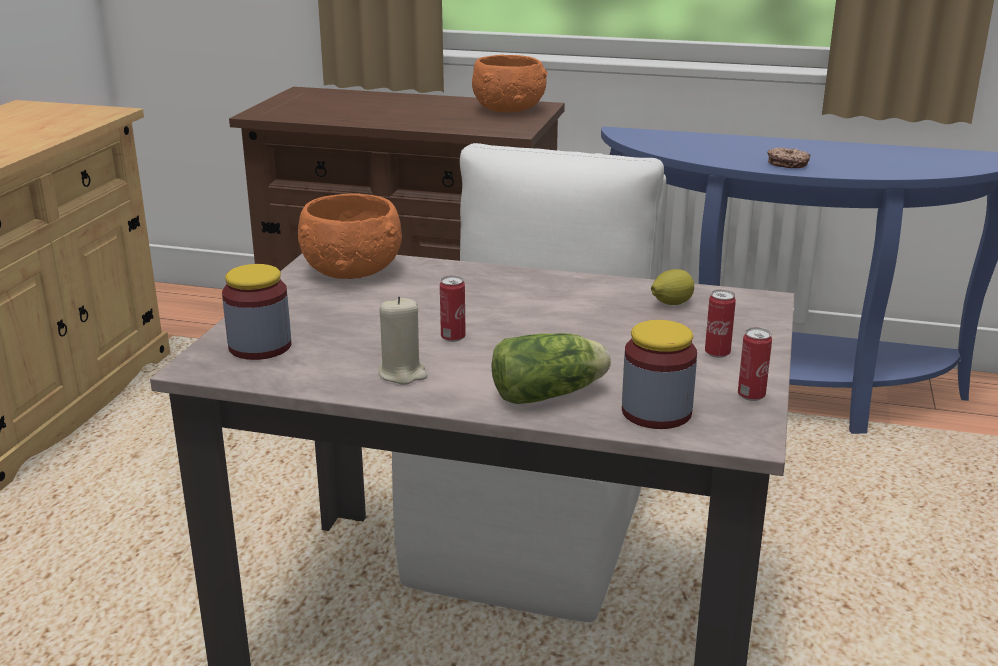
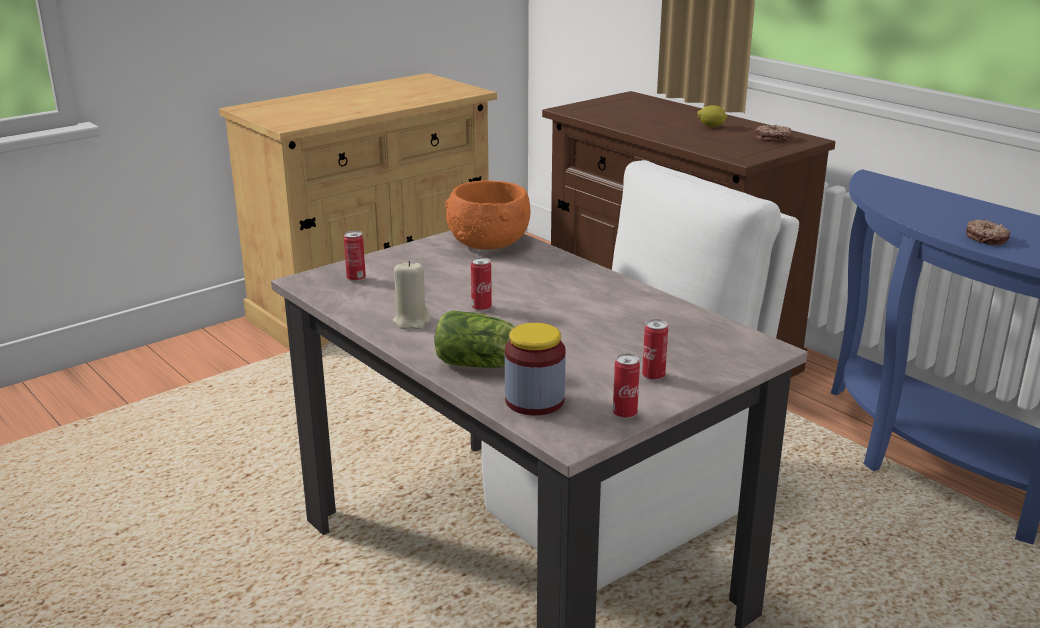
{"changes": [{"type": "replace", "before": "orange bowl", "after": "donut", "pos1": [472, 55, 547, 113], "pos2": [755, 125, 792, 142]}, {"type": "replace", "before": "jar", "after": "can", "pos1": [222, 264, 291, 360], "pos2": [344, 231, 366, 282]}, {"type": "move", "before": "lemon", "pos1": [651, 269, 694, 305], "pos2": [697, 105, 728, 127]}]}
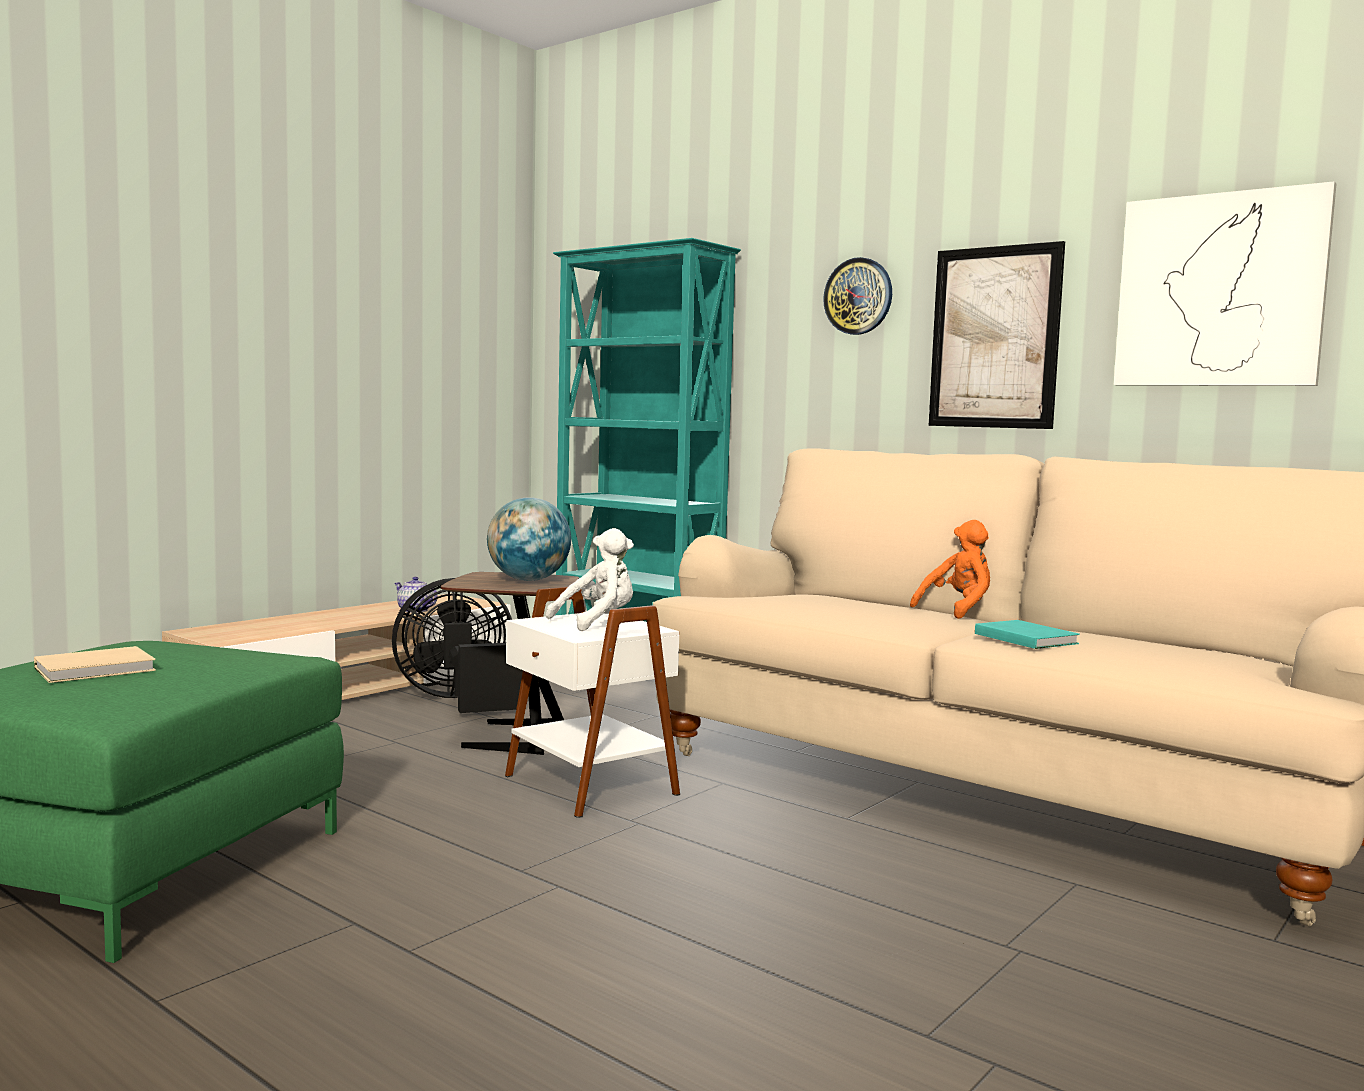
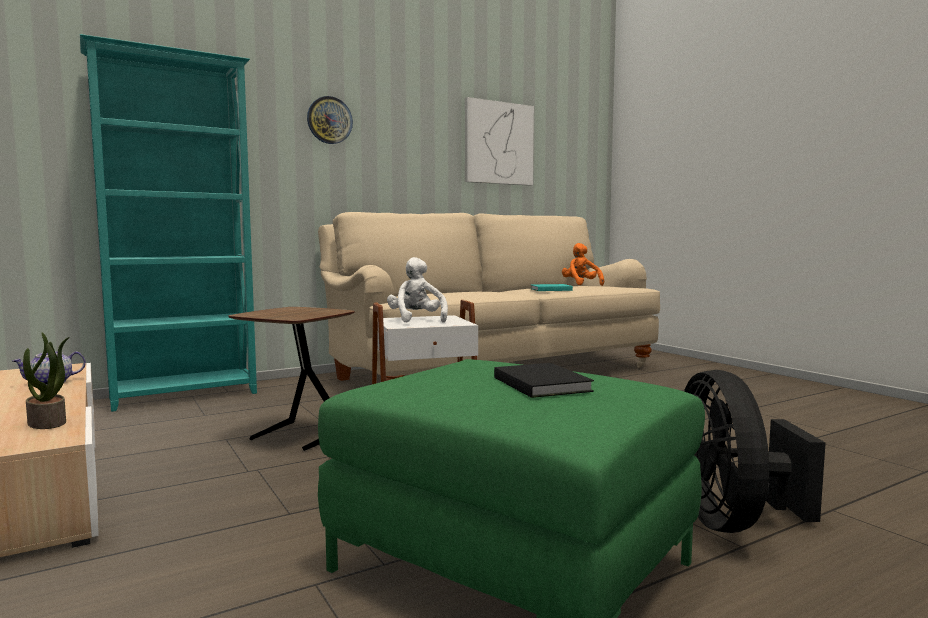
{"changes": [{"type": "delete", "before": "picture", "pos1": [929, 241, 1065, 429]}, {"type": "delete", "before": "globe", "pos1": [487, 497, 571, 581]}, {"type": "move", "before": "orange plush toy", "pos1": [910, 520, 990, 619], "pos2": [562, 243, 604, 286]}, {"type": "move", "before": "black fan", "pos1": [392, 578, 523, 713], "pos2": [684, 370, 826, 533]}, {"type": "recolor", "before": "beige book", "after": "black book", "pos1": [34, 646, 156, 683], "pos2": [494, 363, 594, 398]}, {"type": "insert", "after": "potted plant", "pos2": [23, 333, 70, 429]}]}
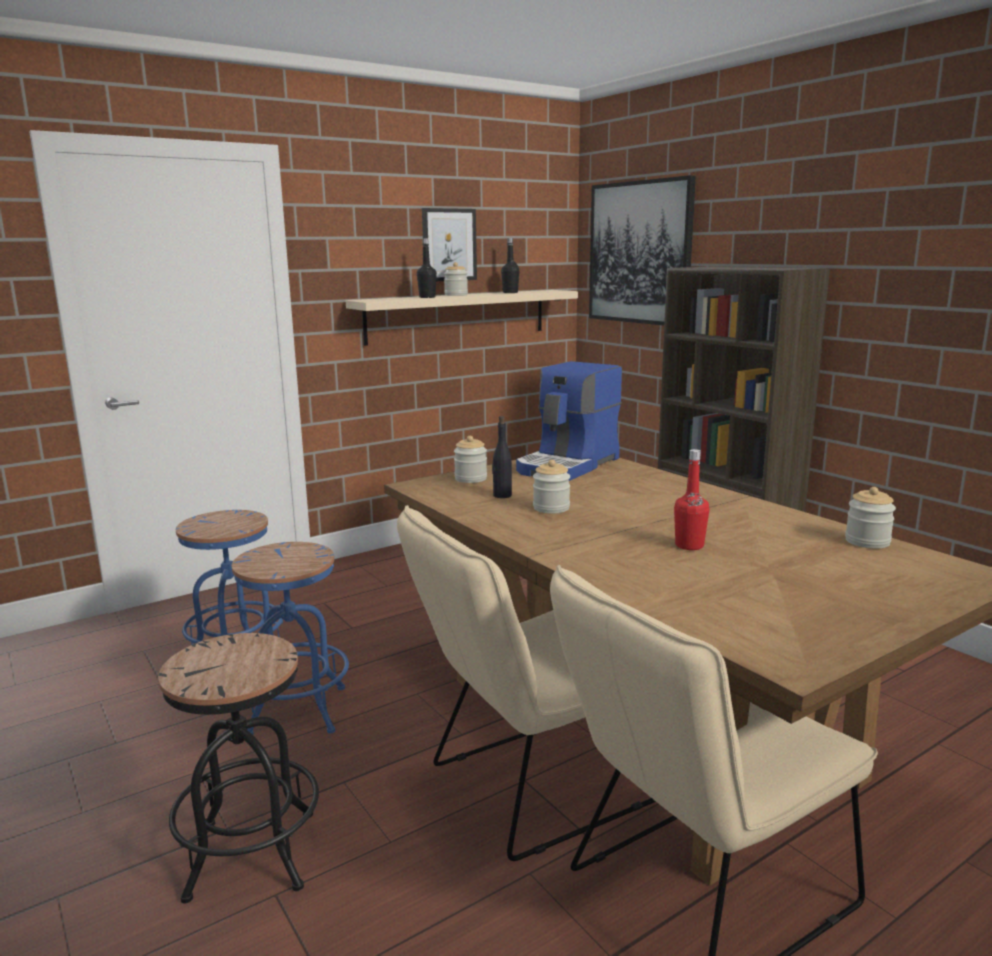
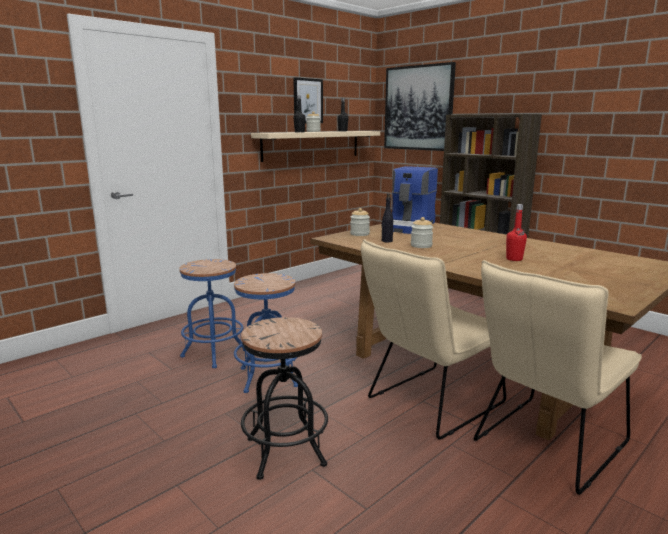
{"changes": [{"type": "delete", "before": "jar", "pos1": [845, 487, 896, 549]}]}
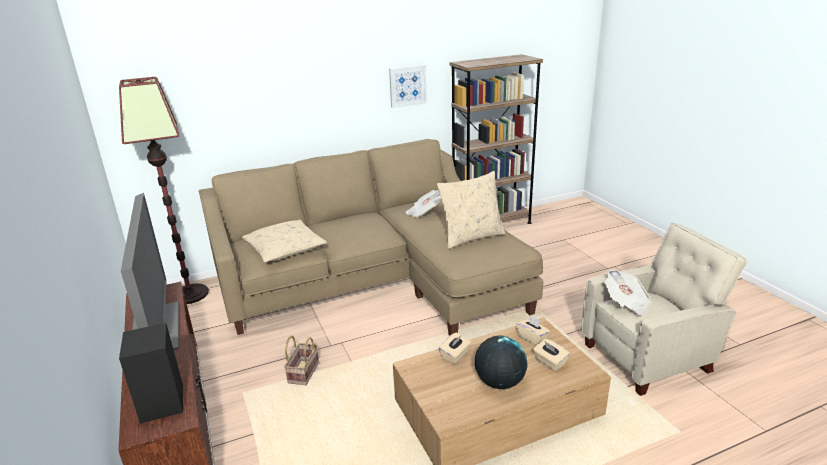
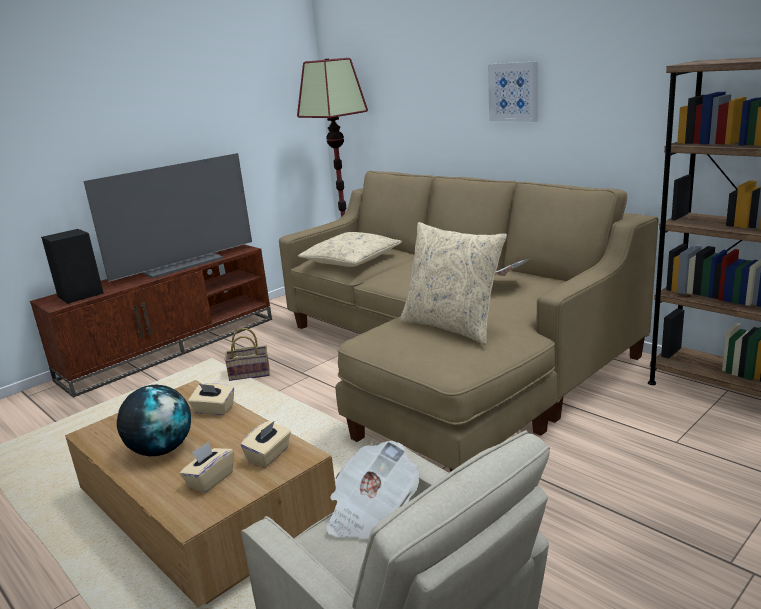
{"changes": [{"type": "move", "before": "picture", "pos1": [389, 65, 427, 108], "pos2": [488, 61, 538, 122]}]}
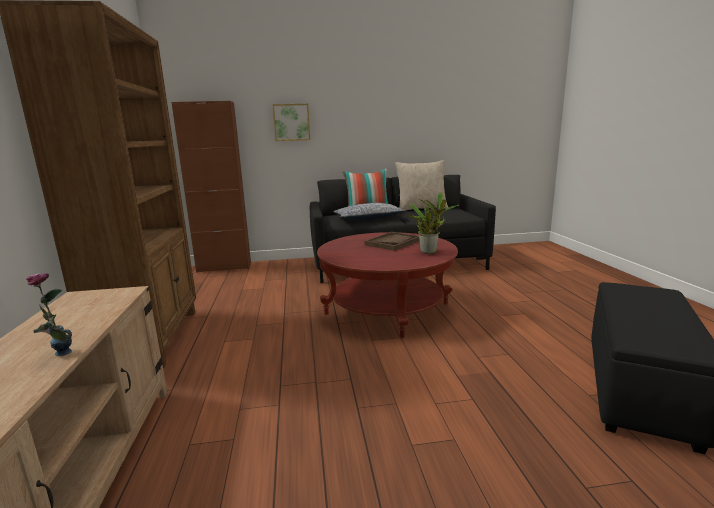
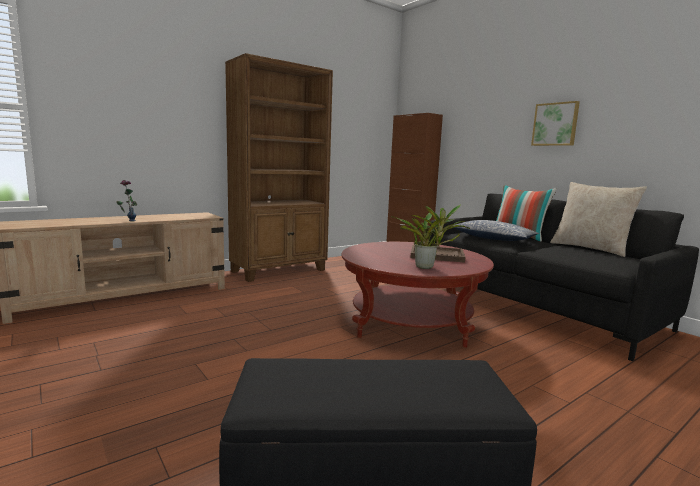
{"changes": [{"type": "move", "before": "picture", "pos1": [272, 104, 310, 141], "pos2": [531, 101, 580, 146]}]}
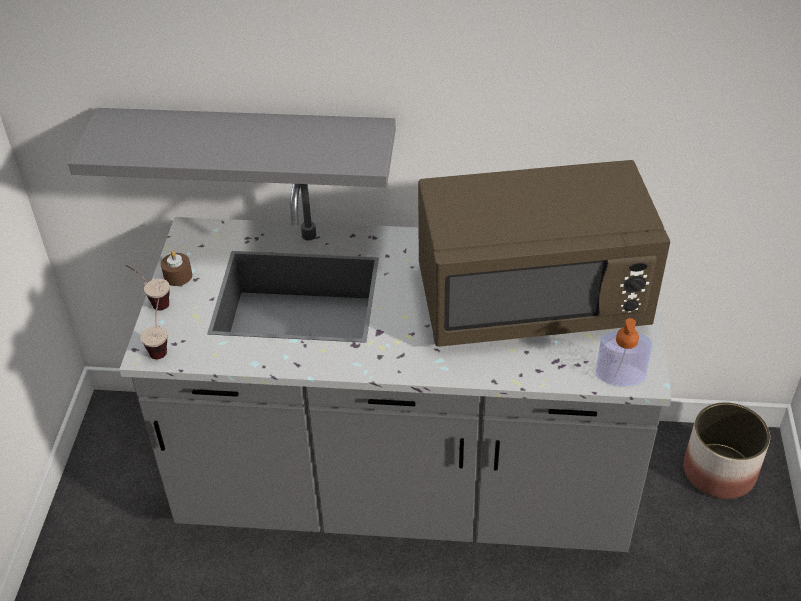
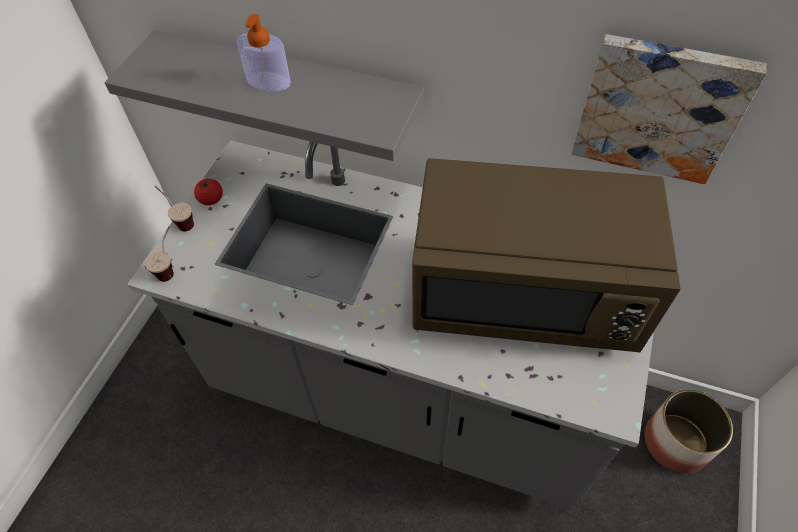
{"changes": [{"type": "replace", "before": "brown candle", "after": "tomato", "pos1": [161, 251, 192, 286], "pos2": [194, 179, 223, 205]}, {"type": "move", "before": "soap dispenser", "pos1": [595, 318, 653, 386], "pos2": [237, 14, 291, 92]}, {"type": "insert", "after": "picture", "pos2": [571, 34, 766, 184]}]}
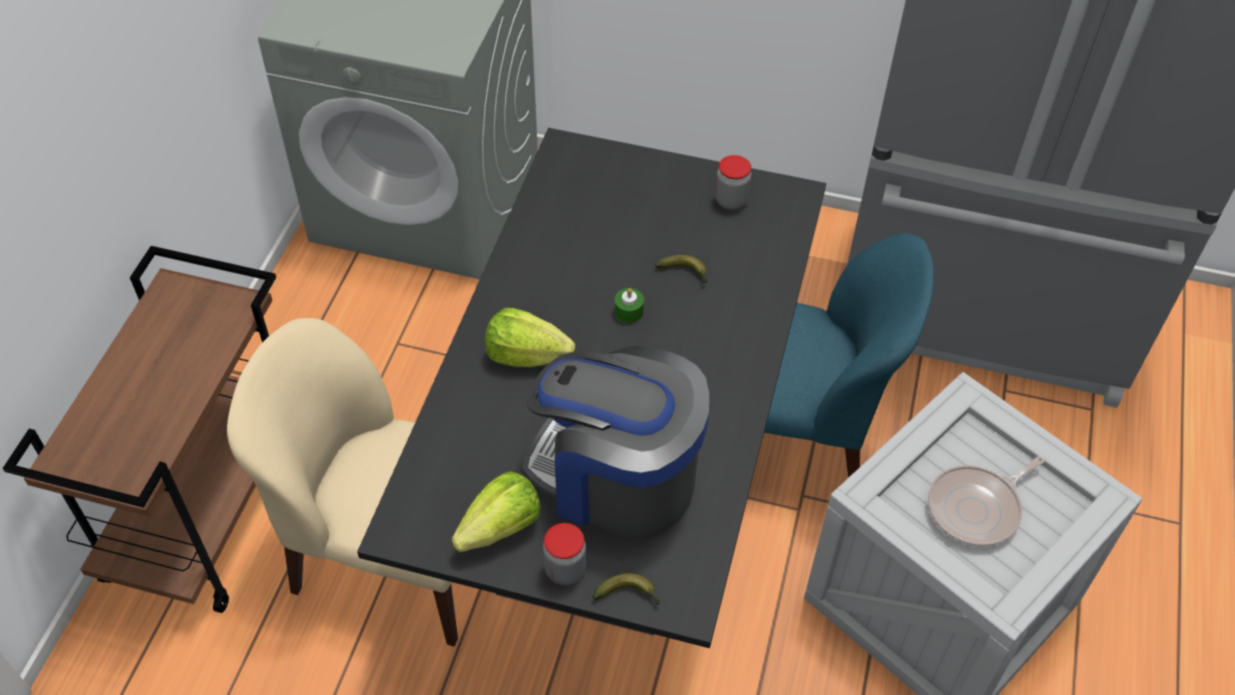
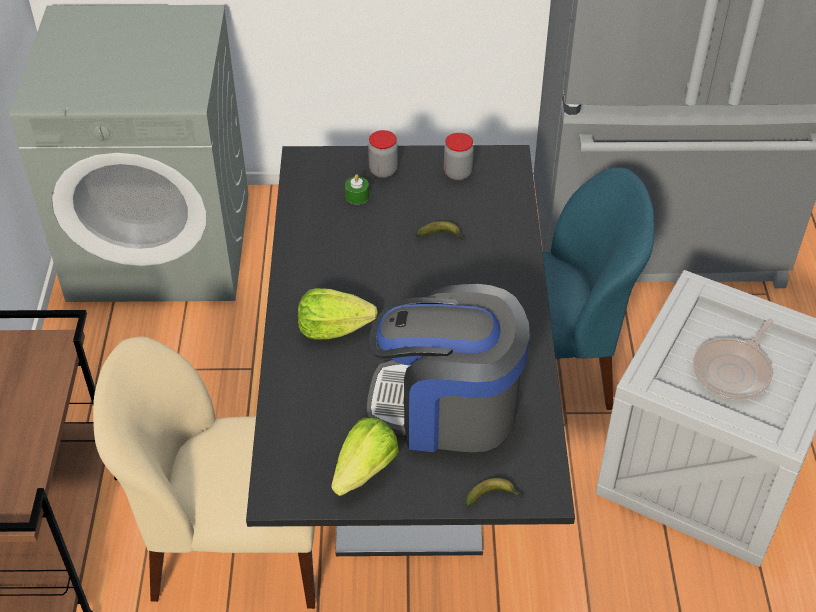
{"changes": [{"type": "move", "before": "green candle", "pos1": [614, 288, 644, 323], "pos2": [345, 174, 369, 204]}, {"type": "move", "before": "jar", "pos1": [543, 523, 586, 585], "pos2": [368, 130, 398, 178]}]}
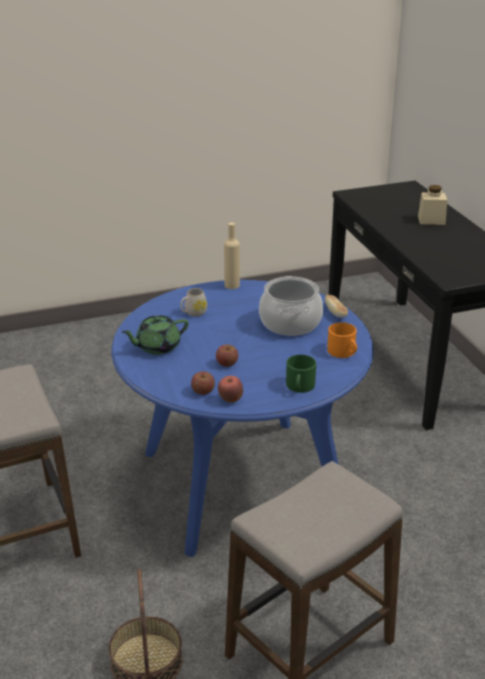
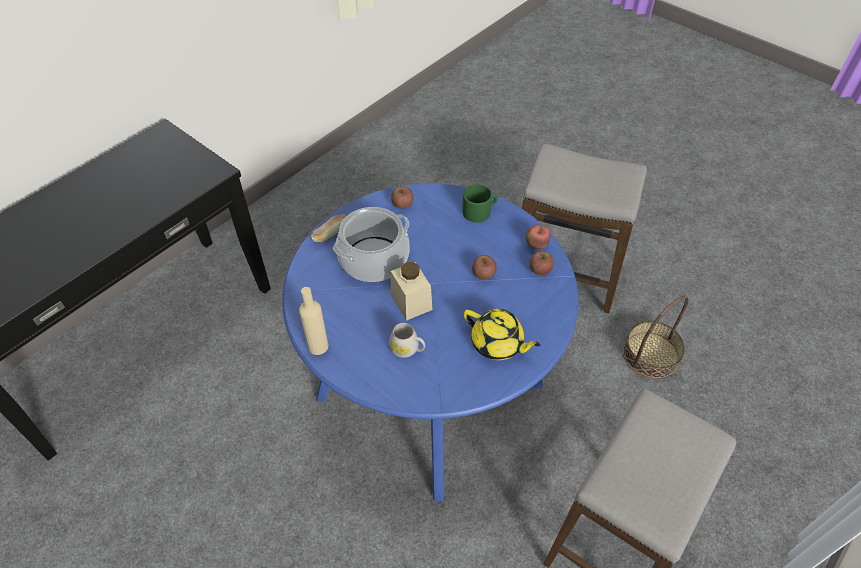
{"changes": [{"type": "move", "before": "beige jar", "pos1": [418, 185, 447, 225], "pos2": [391, 262, 433, 321]}, {"type": "recolor", "before": "green teapot", "after": "yellow teapot", "pos1": [122, 315, 188, 354], "pos2": [464, 309, 540, 360]}, {"type": "replace", "before": "orange mug", "after": "apple", "pos1": [327, 322, 357, 358], "pos2": [391, 186, 414, 209]}]}
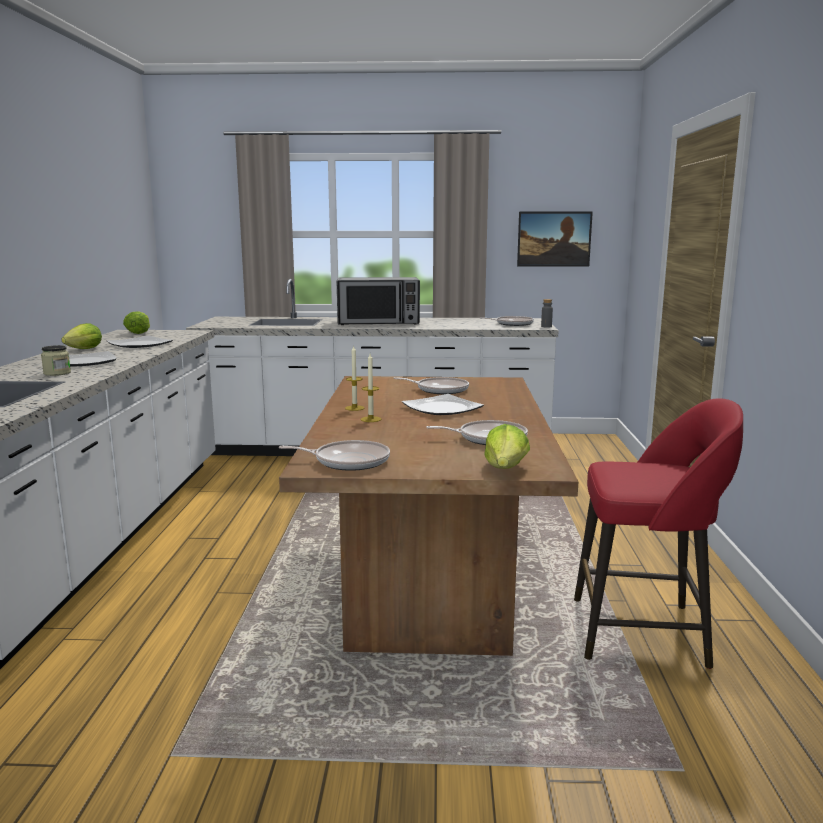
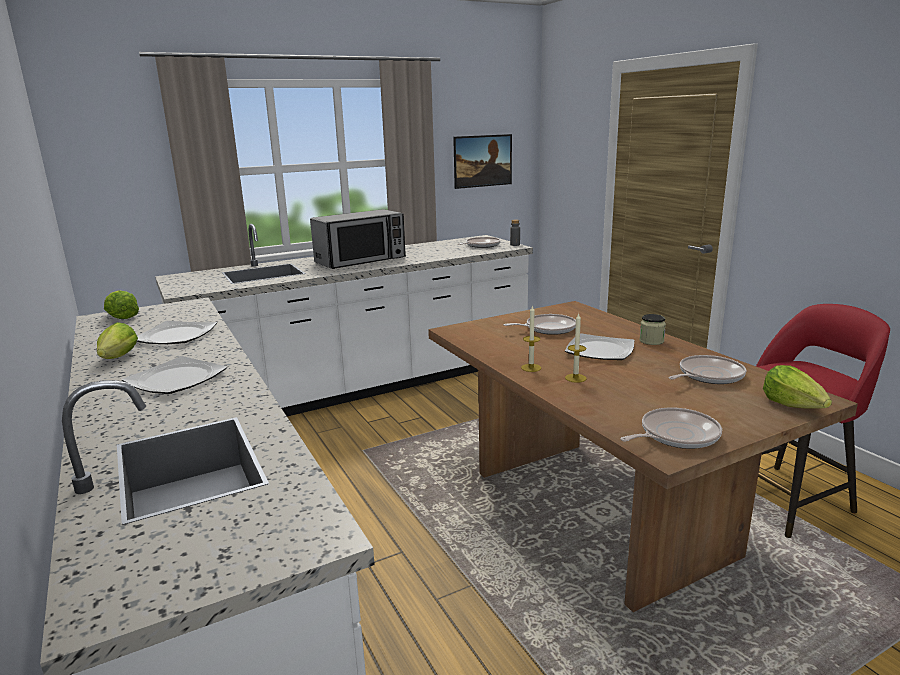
{"changes": [{"type": "move", "before": "jar", "pos1": [41, 345, 71, 376], "pos2": [639, 314, 666, 345]}]}
